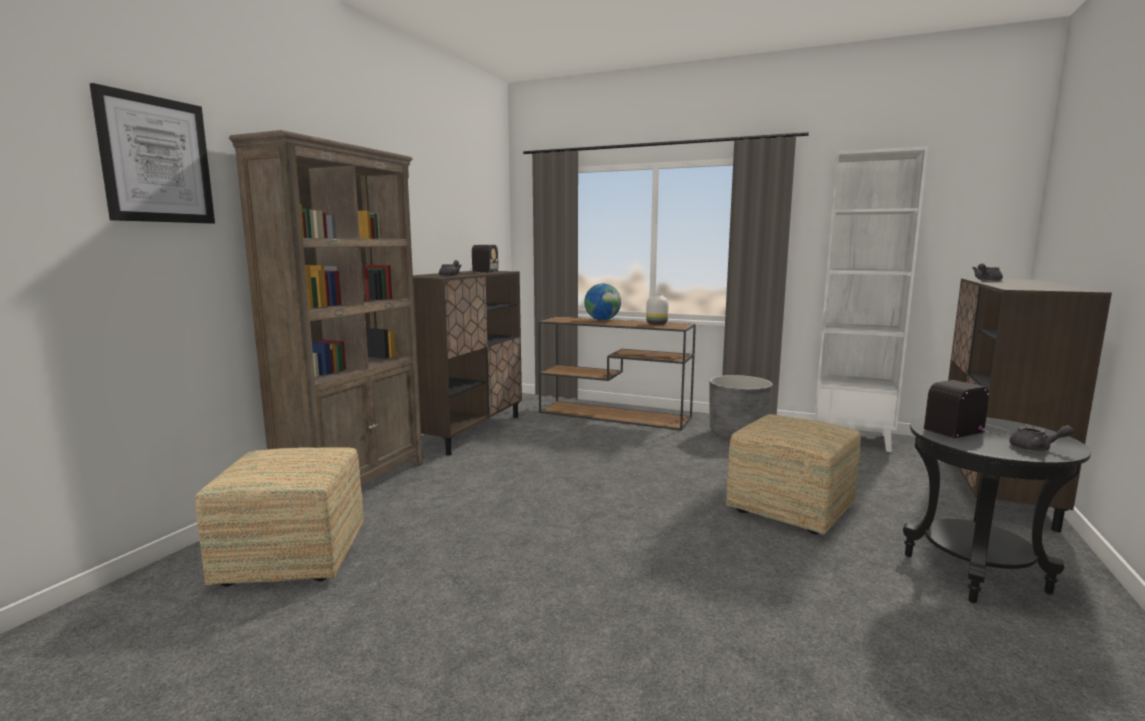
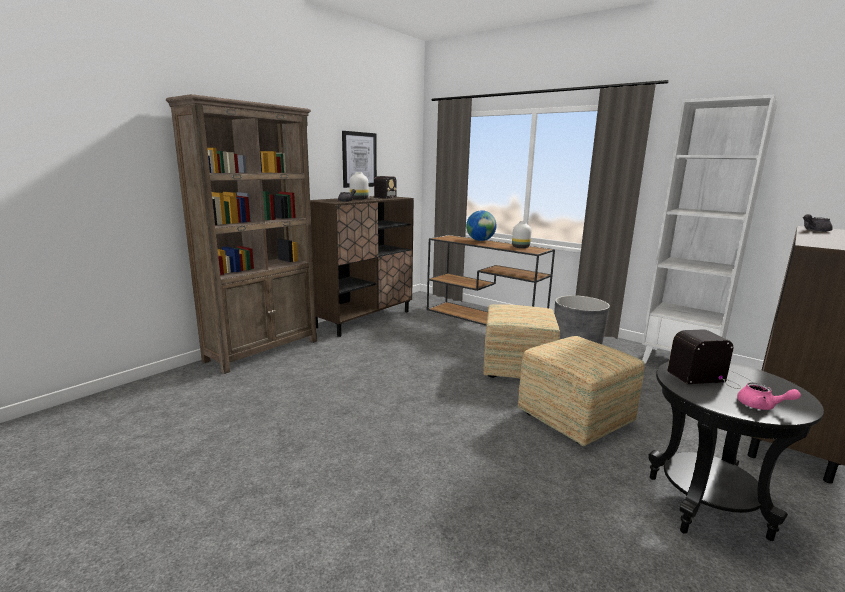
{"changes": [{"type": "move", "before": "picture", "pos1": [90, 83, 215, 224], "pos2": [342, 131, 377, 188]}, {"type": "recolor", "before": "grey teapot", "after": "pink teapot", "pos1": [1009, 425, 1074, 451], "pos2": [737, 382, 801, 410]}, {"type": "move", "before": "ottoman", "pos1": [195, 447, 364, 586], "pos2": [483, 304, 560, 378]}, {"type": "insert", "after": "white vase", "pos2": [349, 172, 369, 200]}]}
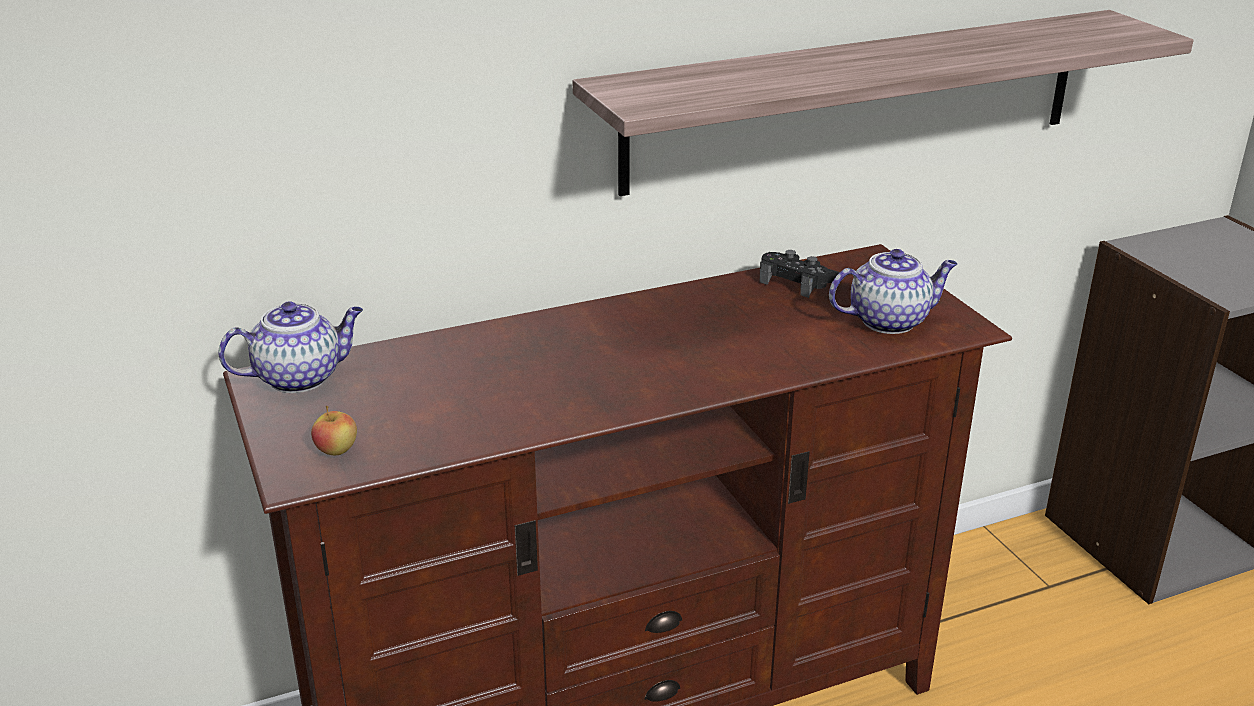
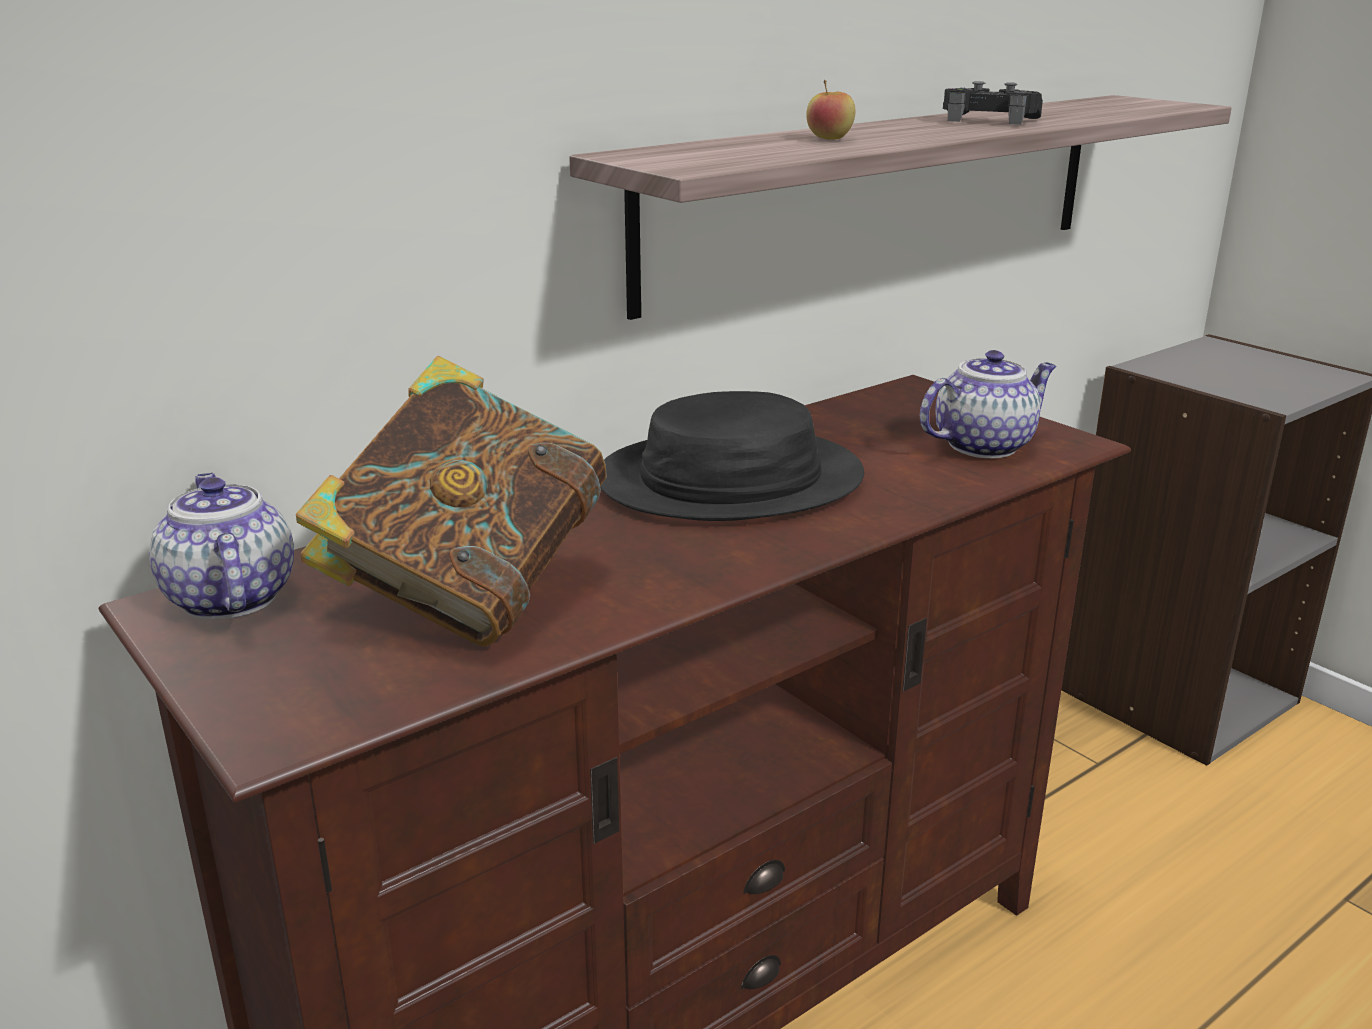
{"changes": [{"type": "move", "before": "black game controller", "pos1": [759, 250, 840, 298], "pos2": [943, 81, 1043, 125]}, {"type": "rotate", "before": "teapot", "pos1": [218, 301, 363, 393], "pos2": [149, 473, 294, 620], "turn": -75}, {"type": "move", "before": "apple", "pos1": [311, 406, 357, 455], "pos2": [806, 80, 855, 140]}, {"type": "insert", "after": "book", "pos2": [296, 356, 607, 646]}, {"type": "insert", "after": "black hat", "pos2": [600, 391, 864, 521]}]}
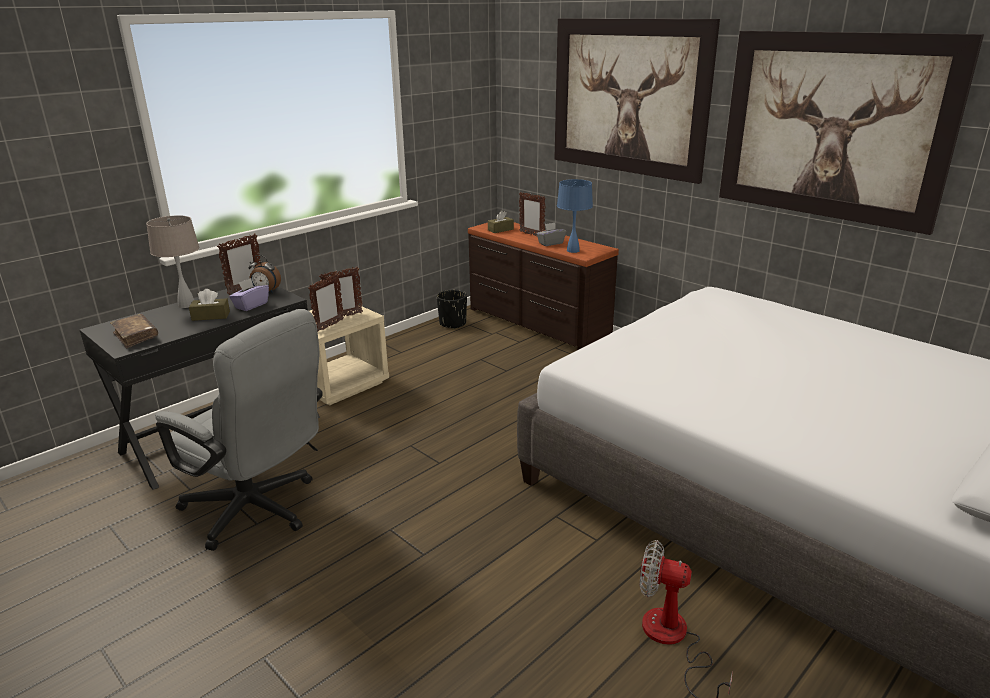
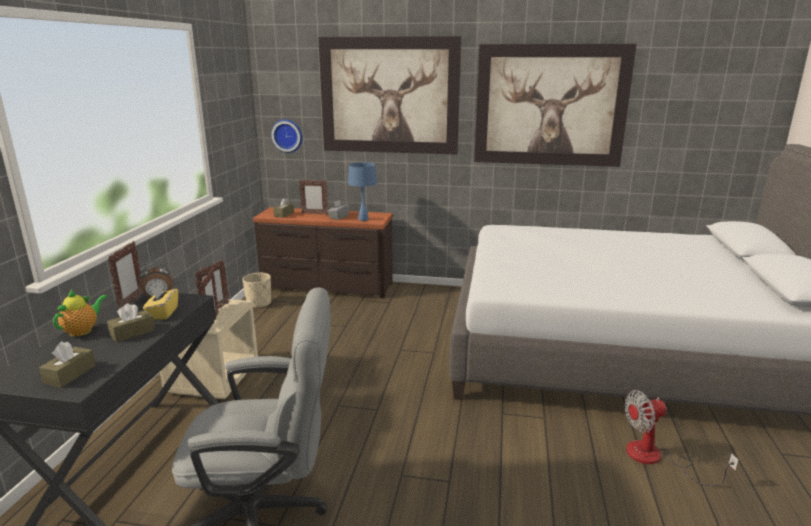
{"changes": [{"type": "replace", "before": "beige table lamp", "after": "teapot", "pos1": [146, 216, 199, 308], "pos2": [53, 290, 108, 337]}, {"type": "recolor", "before": "purple tissue box", "after": "yellow tissue box", "pos1": [229, 278, 269, 311], "pos2": [143, 285, 178, 320]}, {"type": "recolor", "before": "black planter", "after": "beige planter", "pos1": [437, 290, 467, 329], "pos2": [242, 273, 271, 307]}, {"type": "replace", "before": "brown book", "after": "brown tissue box", "pos1": [110, 314, 158, 348], "pos2": [39, 341, 96, 388]}, {"type": "insert", "after": "wall clock", "pos2": [271, 119, 303, 153]}]}
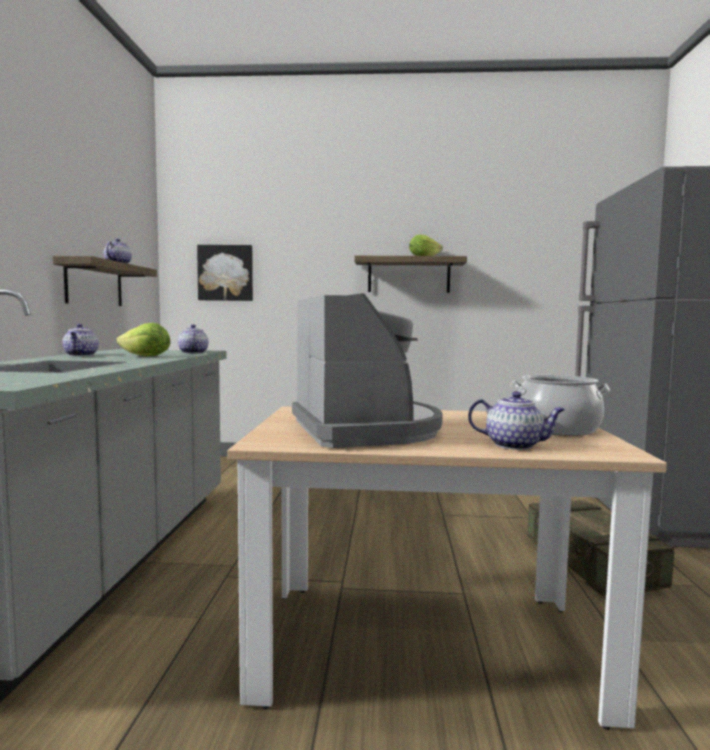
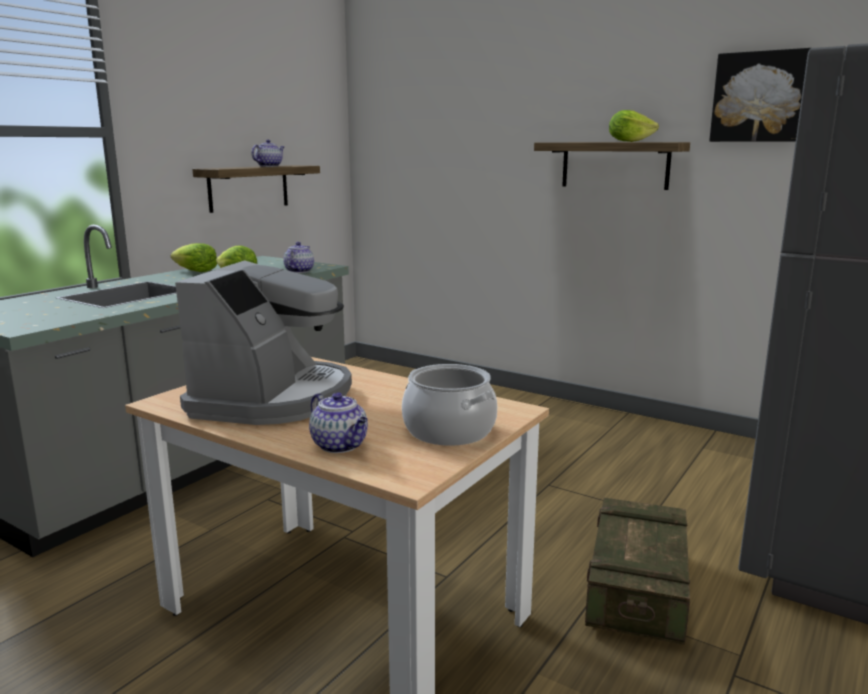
{"changes": [{"type": "move", "before": "picture", "pos1": [197, 245, 253, 301], "pos2": [709, 48, 810, 142]}, {"type": "replace", "before": "teapot", "after": "lettuce", "pos1": [62, 324, 99, 356], "pos2": [171, 243, 217, 272]}]}
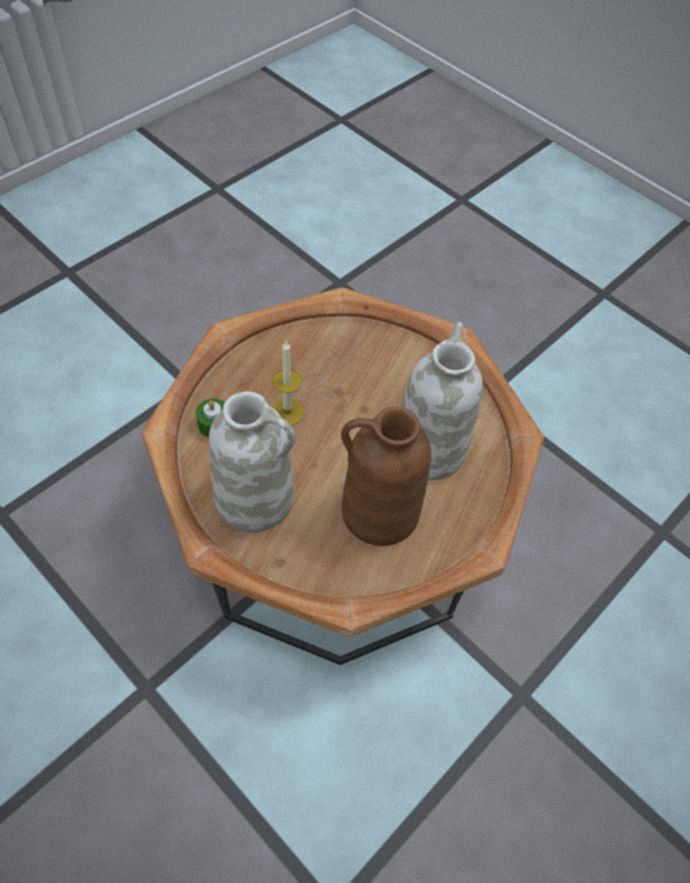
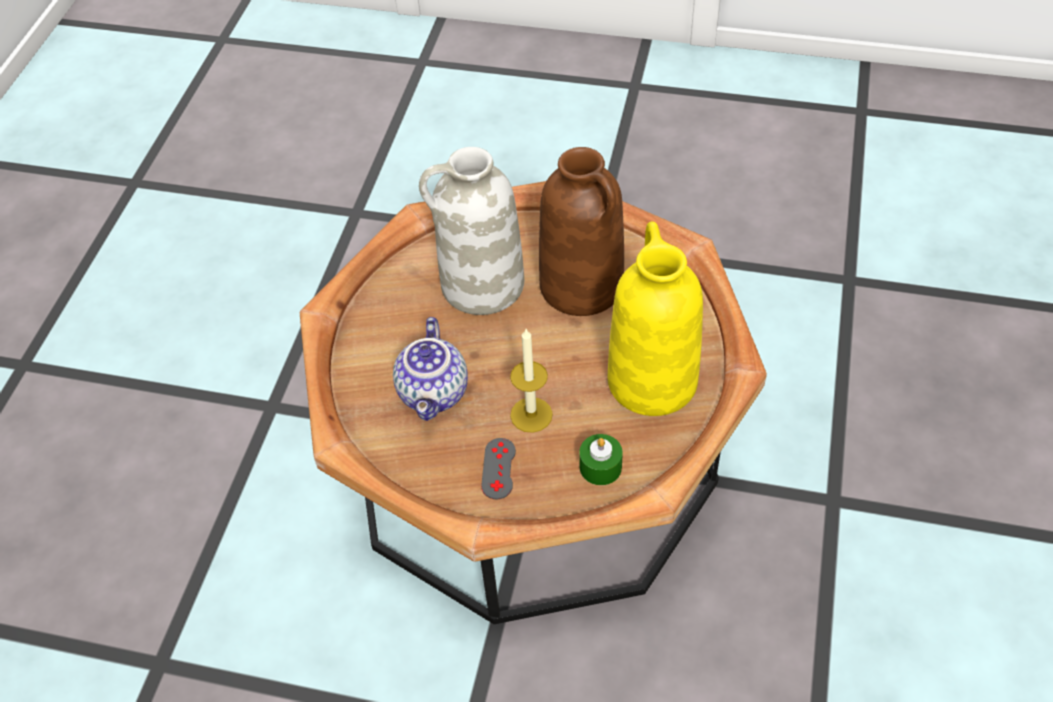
{"changes": [{"type": "recolor", "before": "white vase", "after": "yellow vase", "pos1": [209, 391, 296, 532], "pos2": [608, 221, 703, 416]}, {"type": "insert", "after": "teapot", "pos2": [393, 317, 468, 421]}, {"type": "insert", "after": "grey game controller", "pos2": [481, 438, 516, 499]}]}
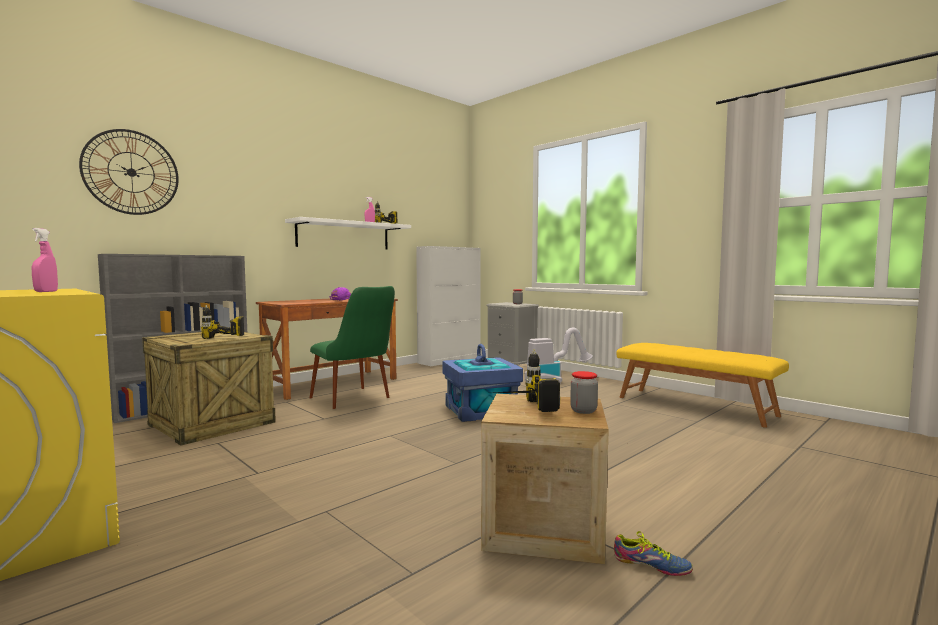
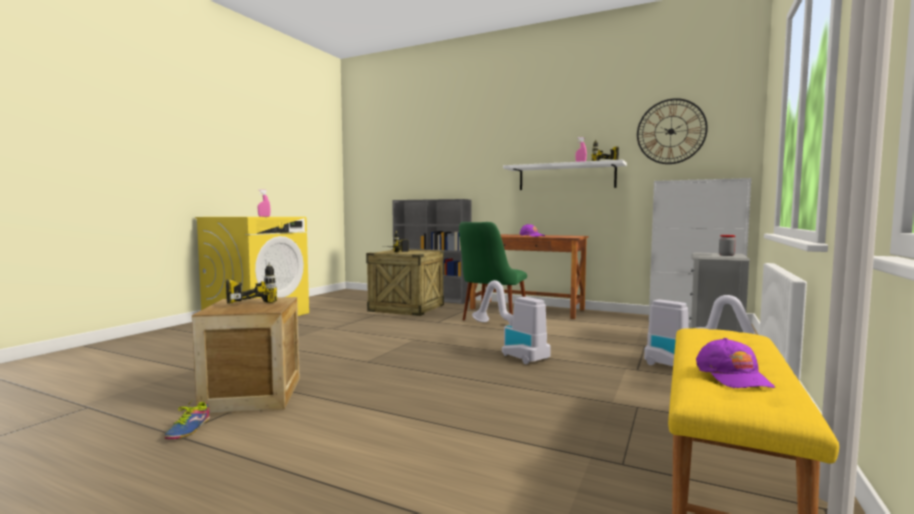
{"changes": [{"type": "move", "before": "wall clock", "pos1": [79, 129, 179, 215], "pos2": [637, 98, 708, 164]}, {"type": "replace", "before": "blue storage box", "after": "vacuum cleaner", "pos1": [442, 344, 523, 422], "pos2": [472, 280, 551, 364]}, {"type": "delete", "before": "jar", "pos1": [570, 371, 598, 414]}, {"type": "insert", "after": "purple cap", "pos2": [696, 338, 775, 388]}]}
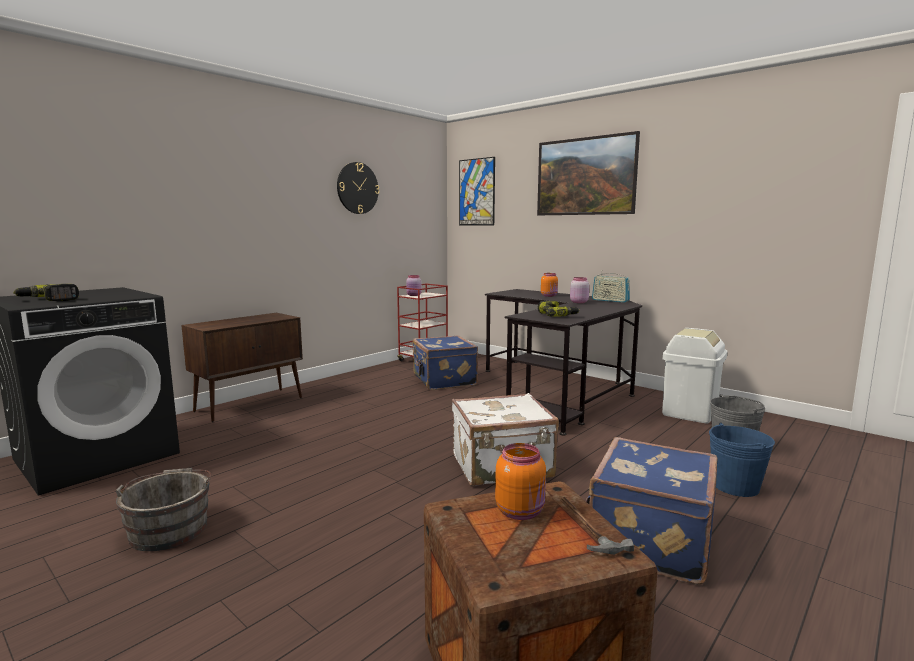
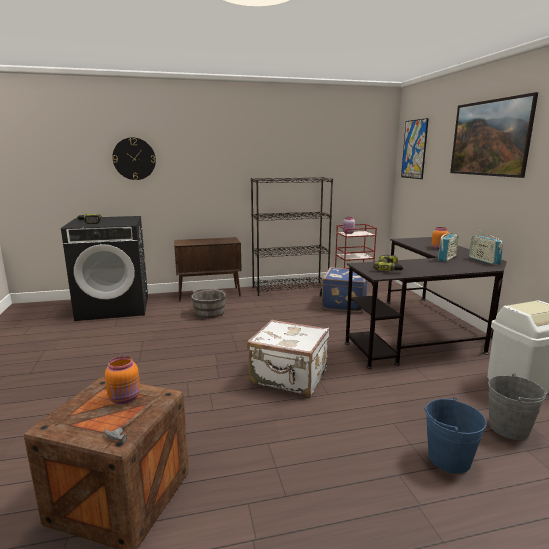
{"changes": [{"type": "move", "before": "wall clock", "pos1": [337, 162, 379, 214], "pos2": [112, 137, 156, 180]}, {"type": "replace", "before": "pink jar", "after": "radio", "pos1": [570, 277, 589, 303], "pos2": [438, 232, 459, 262]}, {"type": "delete", "before": "blue suitcase", "pos1": [586, 437, 718, 585]}, {"type": "move", "before": "grey bucket", "pos1": [116, 468, 212, 551], "pos2": [191, 289, 229, 318]}, {"type": "insert", "after": "black bookcase", "pos2": [251, 177, 333, 296]}]}
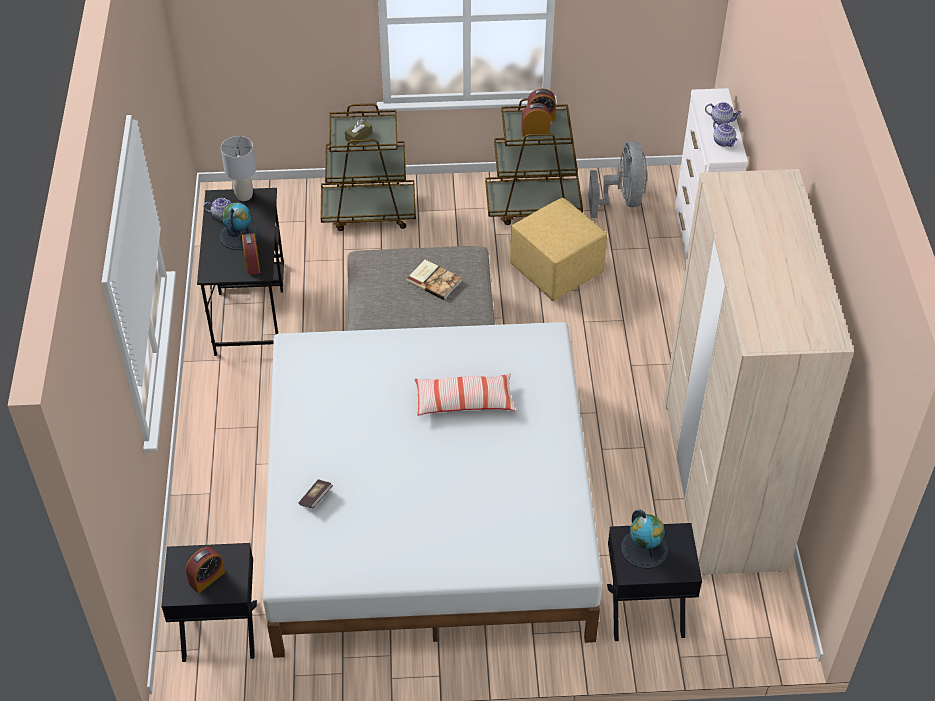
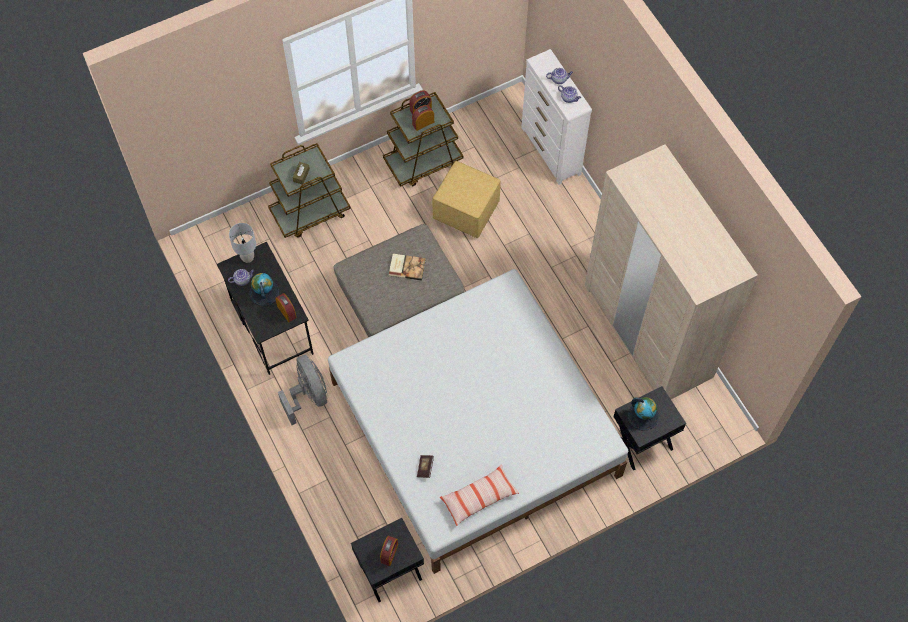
{"changes": [{"type": "move", "before": "grey fan", "pos1": [588, 141, 647, 218], "pos2": [278, 355, 327, 425]}, {"type": "move", "before": "pillow", "pos1": [415, 373, 515, 416], "pos2": [440, 464, 519, 526]}]}
